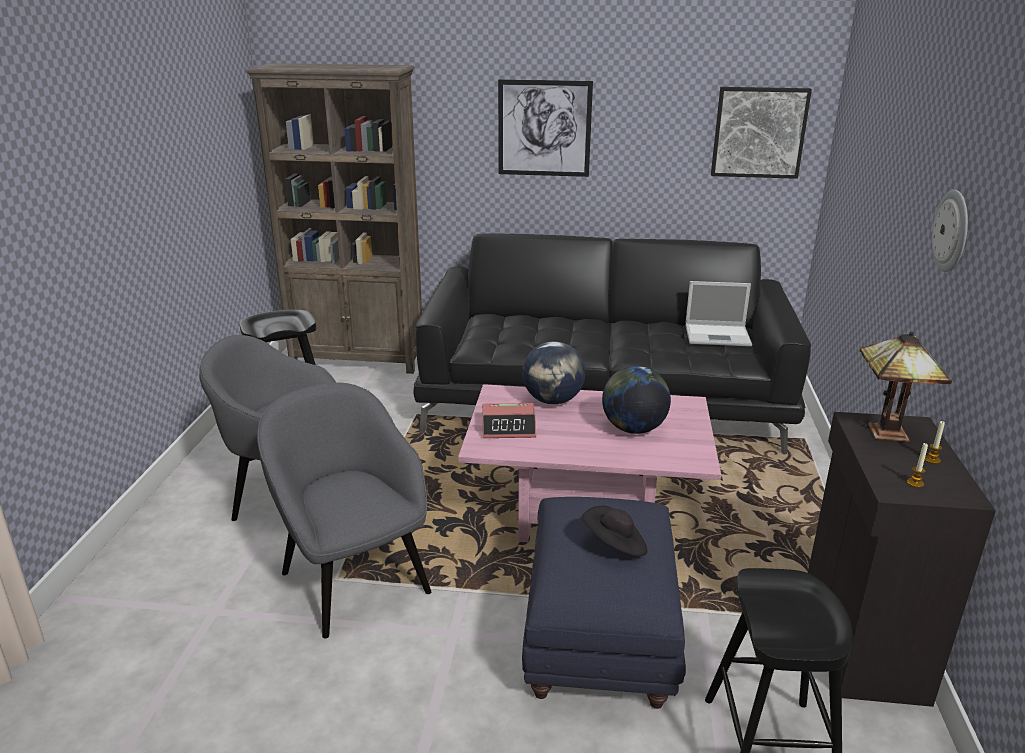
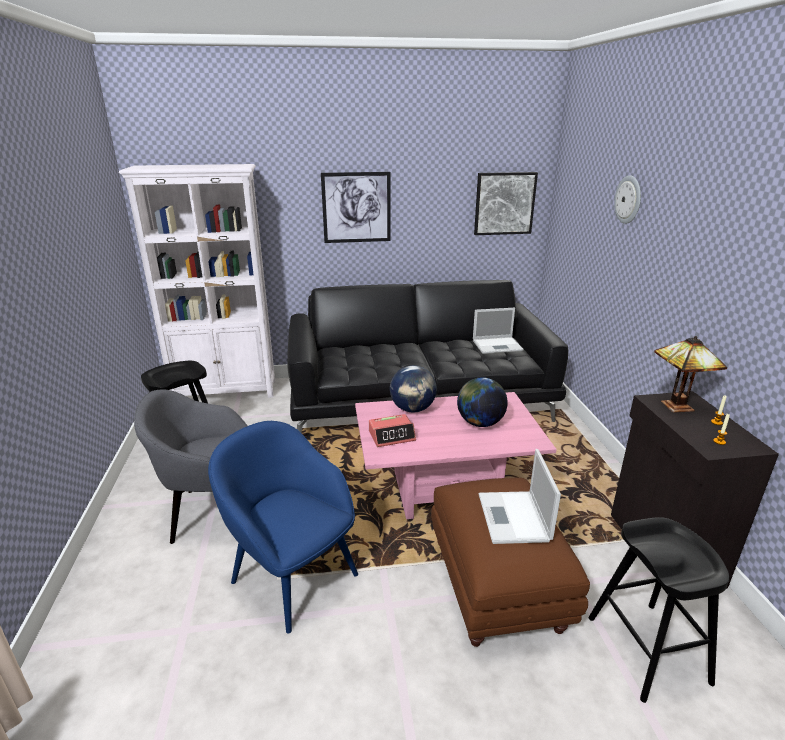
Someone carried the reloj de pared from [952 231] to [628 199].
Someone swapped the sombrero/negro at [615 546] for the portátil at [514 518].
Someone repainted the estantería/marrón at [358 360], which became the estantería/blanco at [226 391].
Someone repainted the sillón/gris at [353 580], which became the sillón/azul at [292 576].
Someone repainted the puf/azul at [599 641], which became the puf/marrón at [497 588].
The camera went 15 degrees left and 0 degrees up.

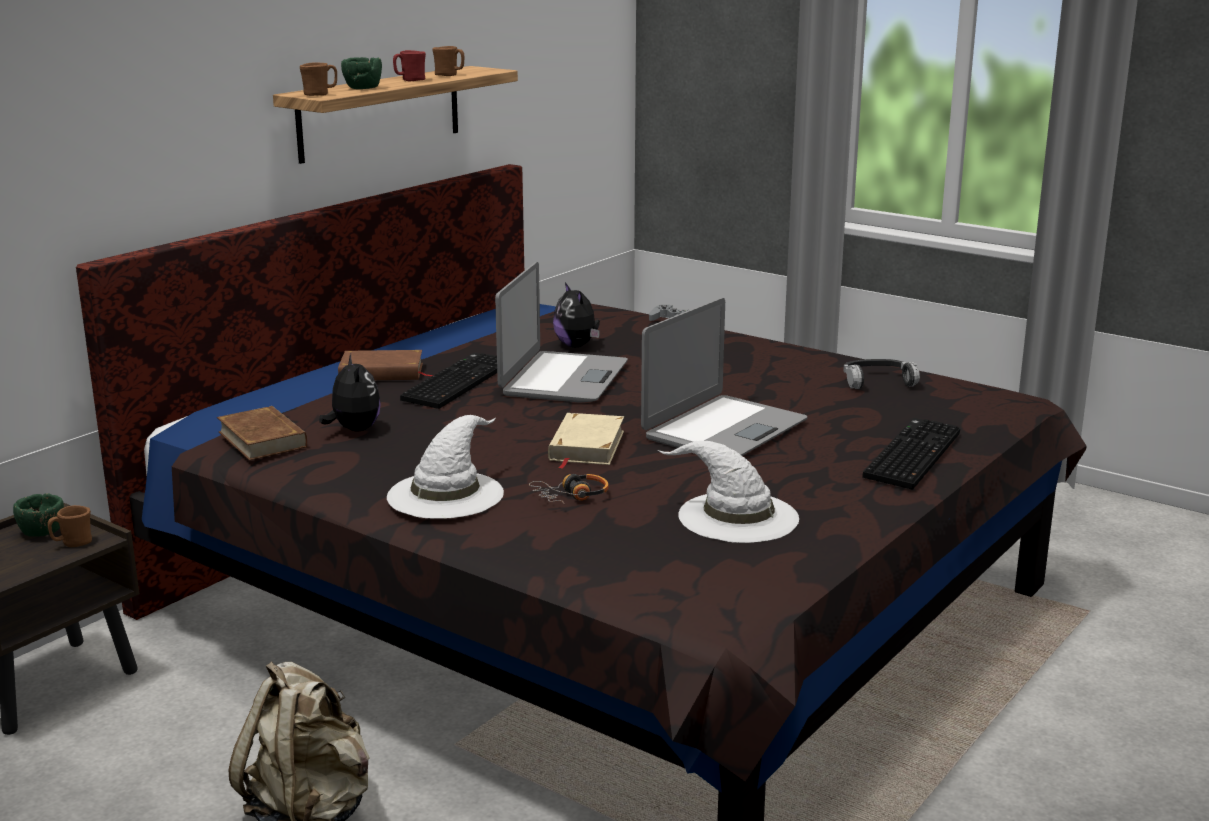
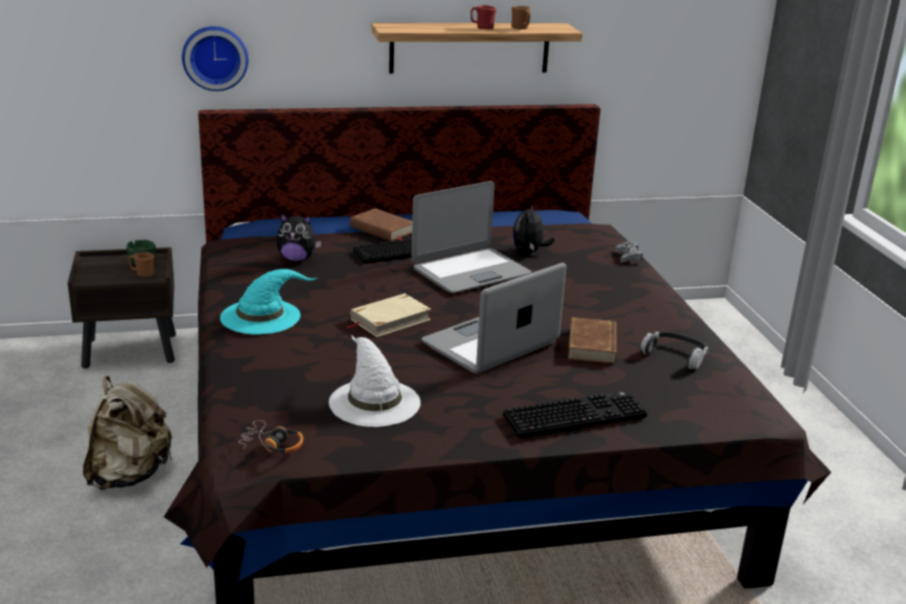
Someone took away the taza grande/marrón at [320 94].
Someone took away the cuenco/verde at [363 88].
Someone put up the reloj de pared at [215 57].
Someone carried the libro/marrón from [263 439] to [592 345].
Someone carried the auriculares from [571 497] to [272 445].
Someone repainted the sombrero/blanco at [446 493], which became the sombrero/turquesa at [261 316].
Someone rotated the peluche at [353 430] by 75 degrees clockwise.
Someone rotated the portátil at [723 430] by 150 degrees clockwise.
The camera went 40 degrees right and 5 degrees up.

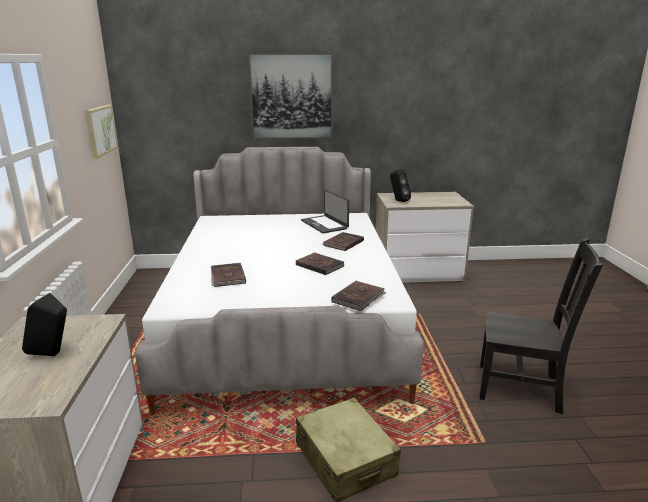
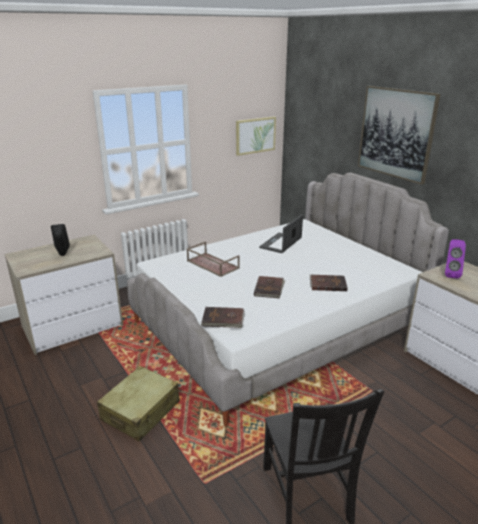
Someone carried the portátil from [325 224] to [281 243].
Someone swapped the libro/marrón at [227 277] for the bandeja/marrón at [212 264].
Someone repainted the altavoz/negro at [398 201], which became the altavoz/morado at [450 274].
The camera went 60 degrees right and 5 degrees up.

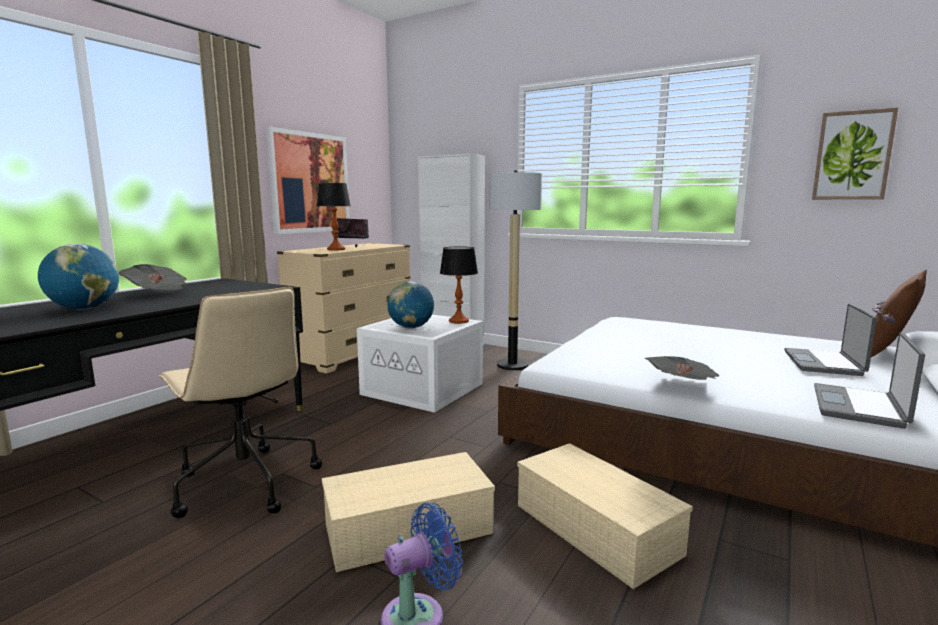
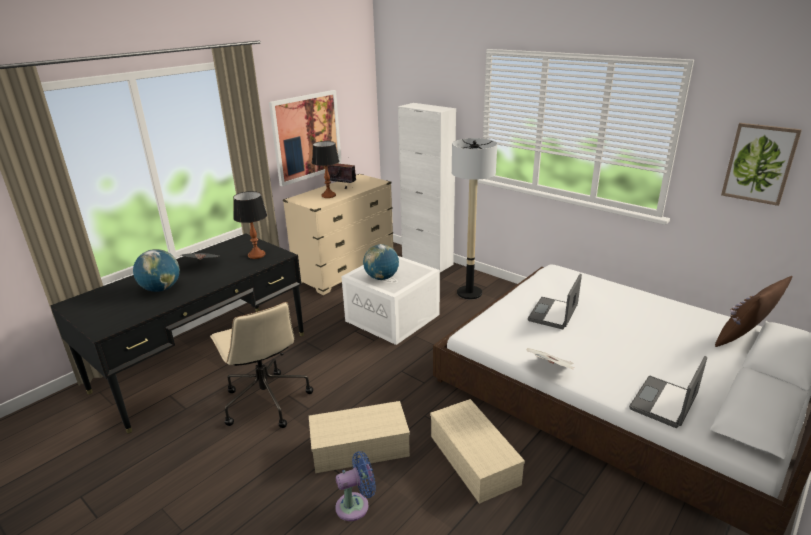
Someone carried the lámpara de mesa from [459 321] to [257 255].
Someone carried the portátil from [824 363] to [554 314].
The camera went 10 degrees right and 15 degrees up.

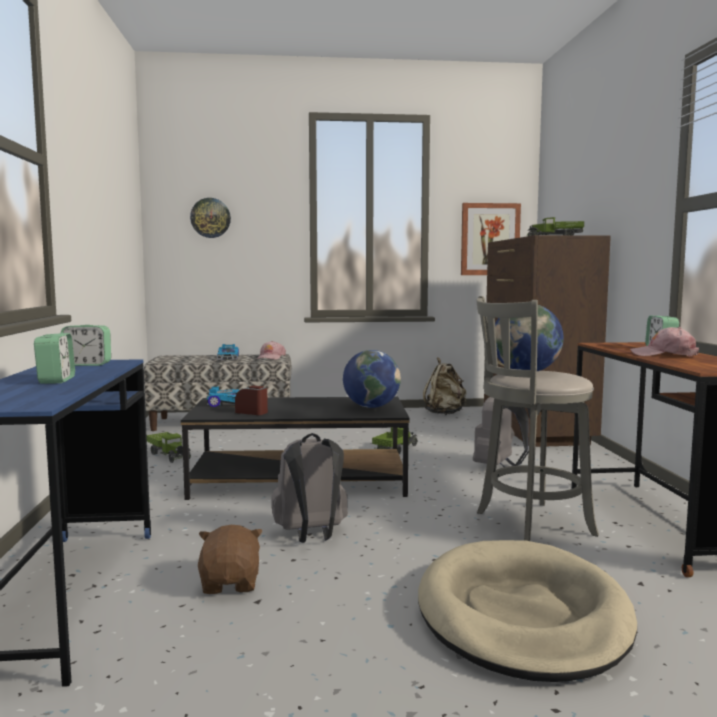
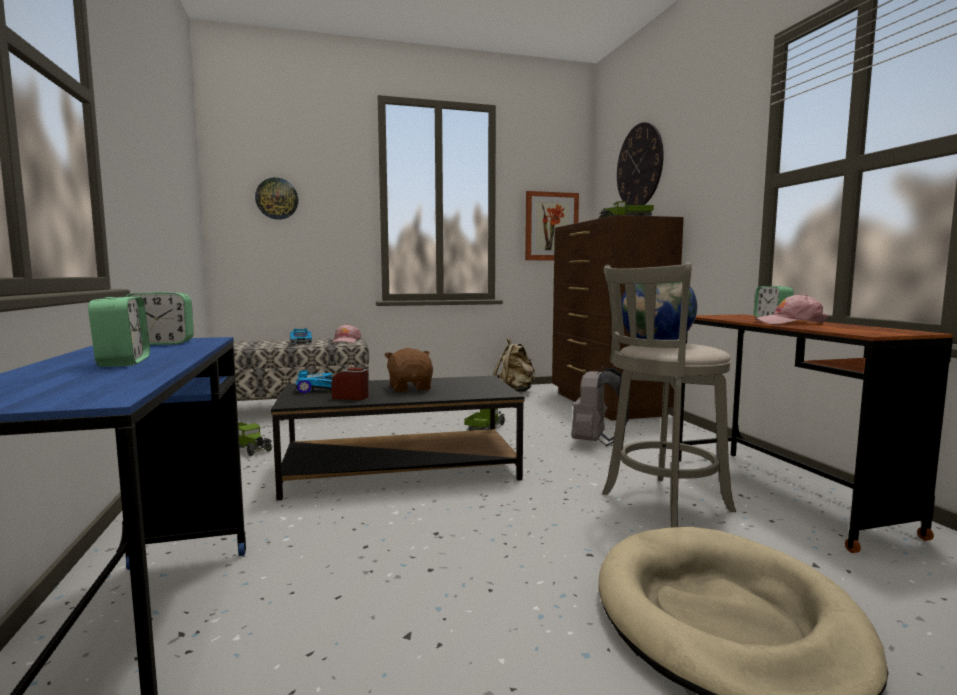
Someone took away the mochila/gris at [311 535].
Someone took away the globo terráqueo at [371 407].
Someone put up the reloj de pared at [639 166].
Someone carried the peluche/marrón from [231 583] to [410 388].
The camera went 10 degrees left and 0 degrees up.

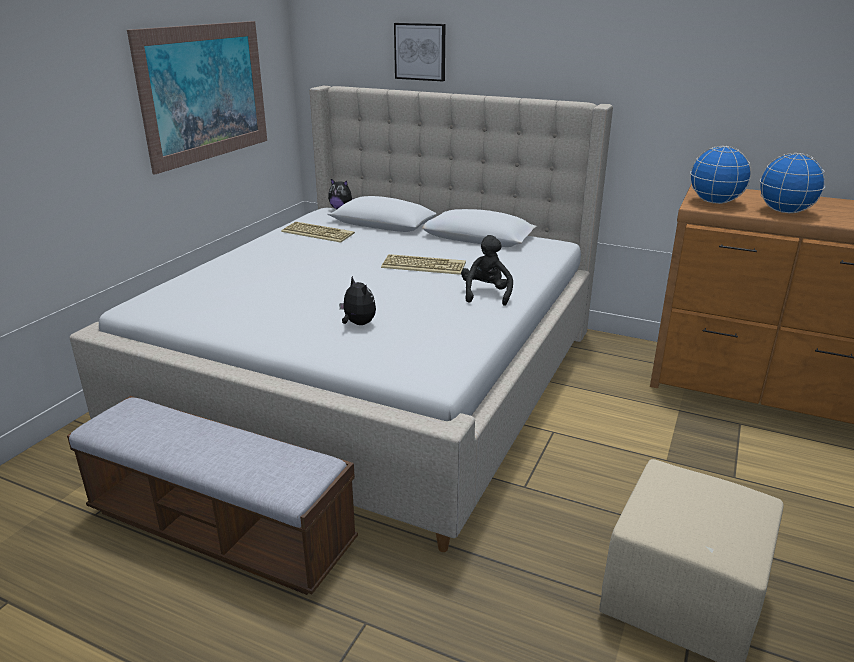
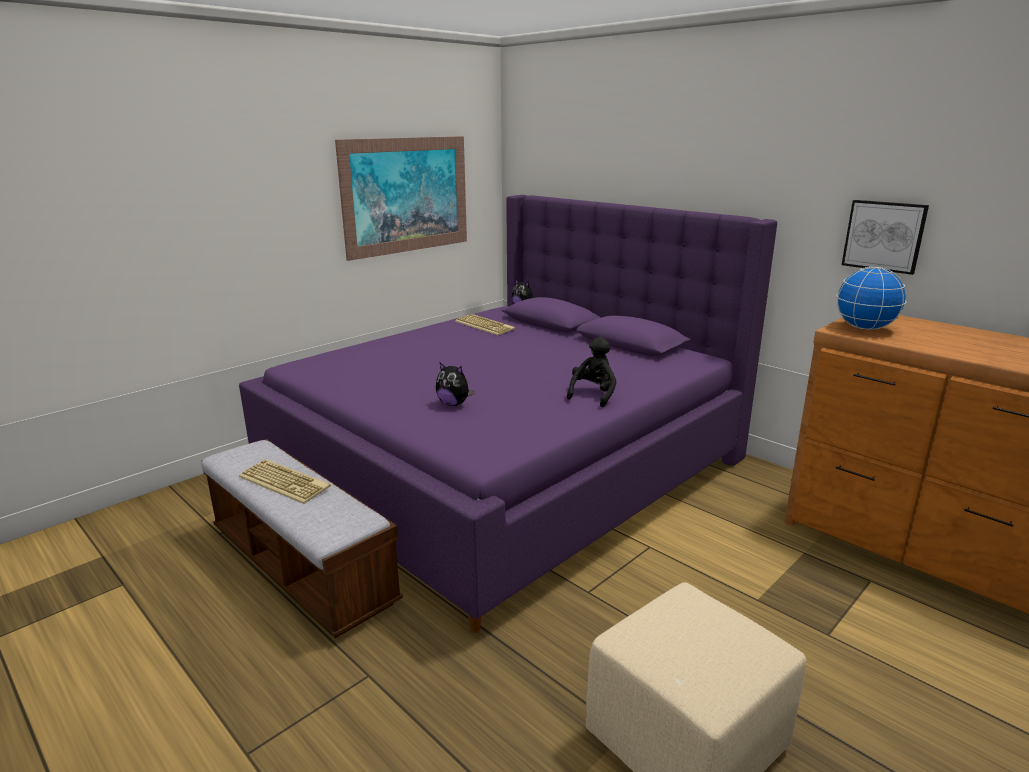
Someone took away the globo terráqueo at [785 212].
Someone carried the teclado from [424 265] to [286 482].
Someone carried the cuadro from [420 51] to [884 236].
Someone repainted the cama/beis at [377 379], which became the cama/morado at [508 467].
Someone rotated the peluche at [358 324] by 135 degrees clockwise.
The camera went 20 degrees right and 5 degrees down.

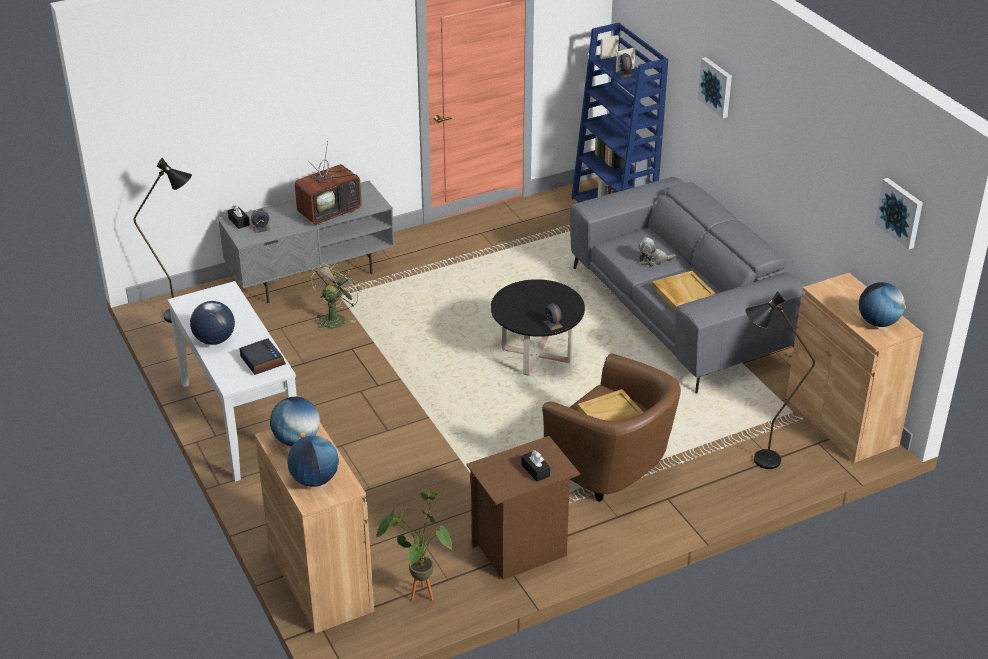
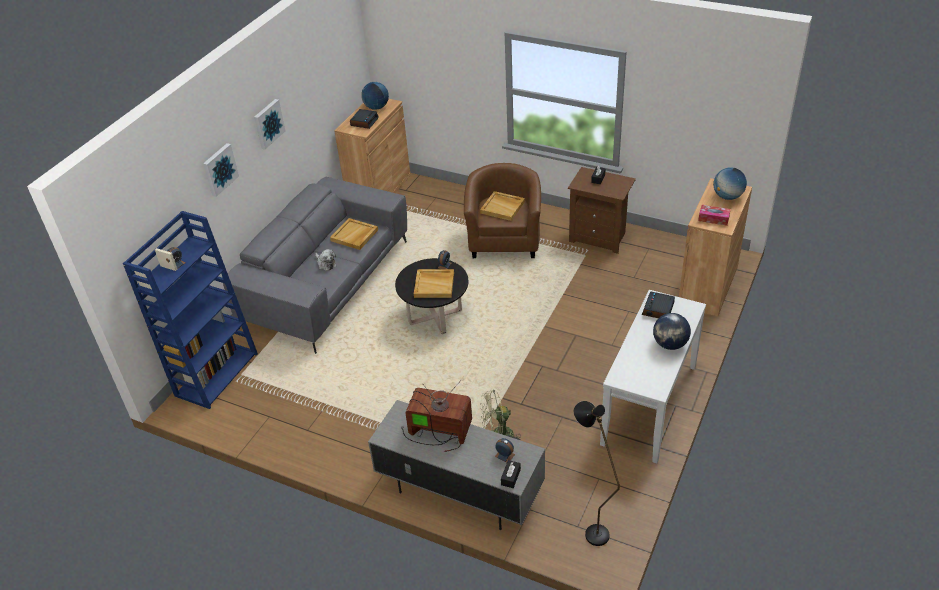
Someone took away the planta en maceta at [418 592].
Someone took away the lámpara de pie/negro at [757 461].
Someone put down the despertador at [364 121].
Someone put down the bandeja/beis at [434 285].
Someone carried the cuadro from [900 212] to [268 123].
Someone swapped the globo terráqueo at [296 440] for the caja de pañuelos at [713 219].
The camera went 125 degrees left and 5 degrees up.

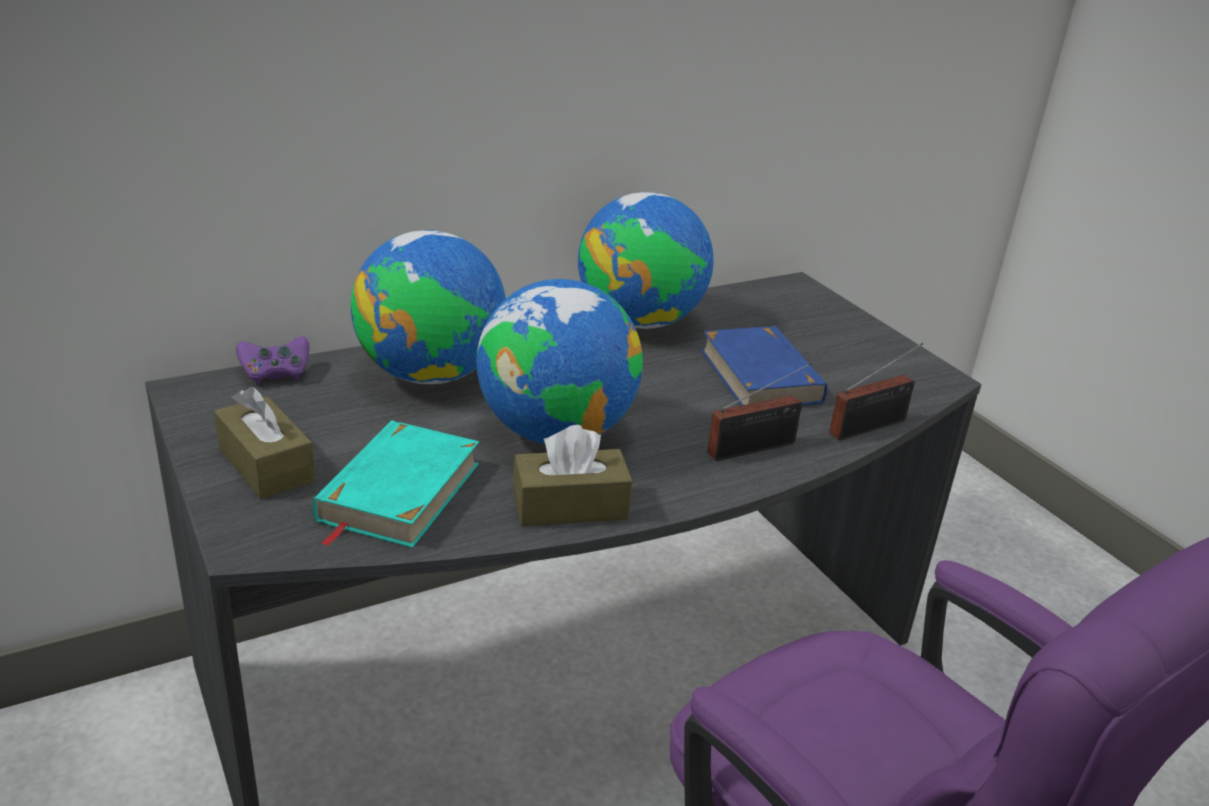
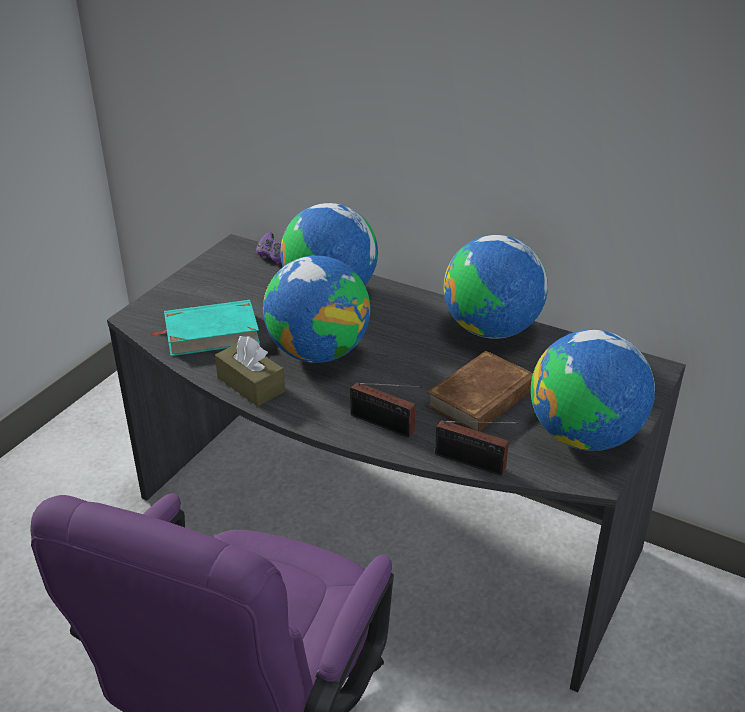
Someone took away the caja de pañuelos/marrón at [266 465].
Someone put down the globo terráqueo at [584 436].
Someone repainted the libro/azul at [760 376], which became the libro/marrón at [482 398].
The camera went 60 degrees right and 5 degrees up.

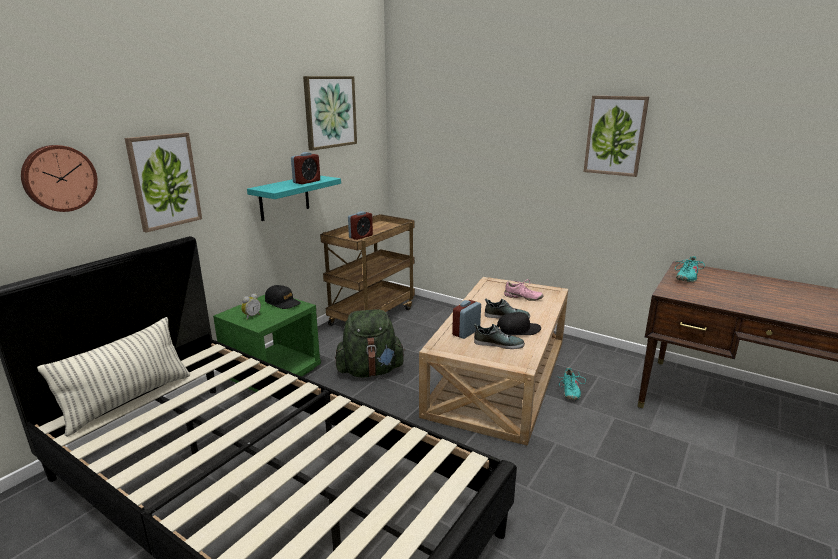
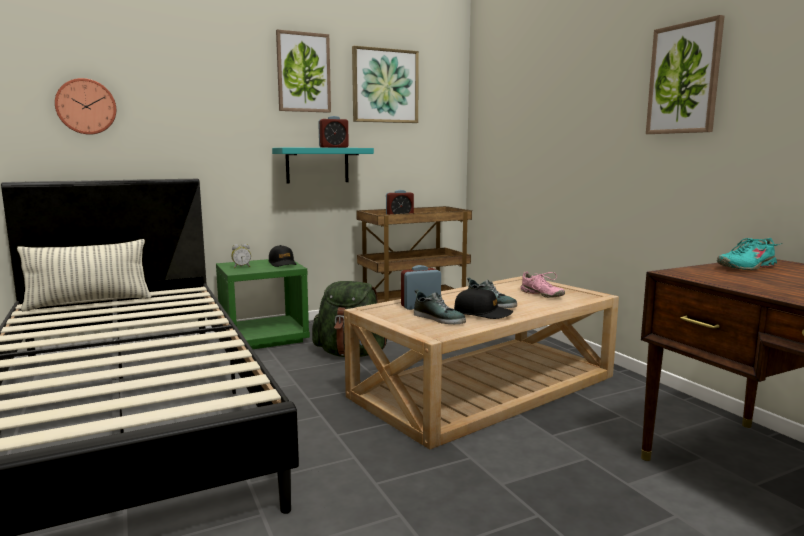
Someone took away the zapato/turquesa at [569 391].
Someone carried the cuadro from [164 181] to [303 72].
The camera went 30 degrees right and 10 degrees down.

